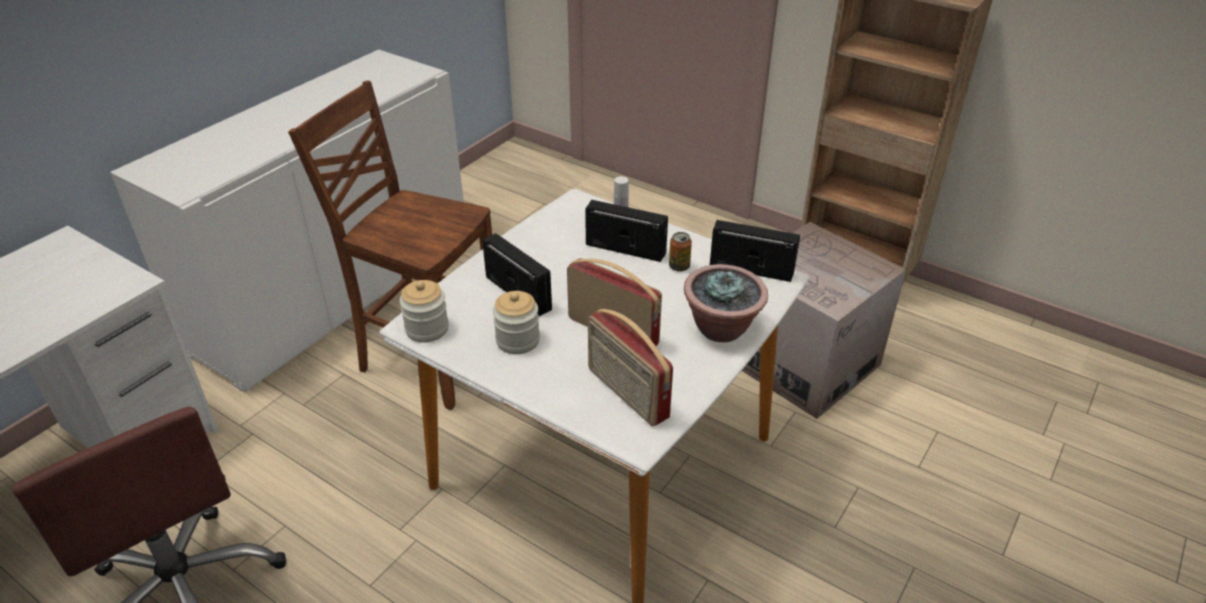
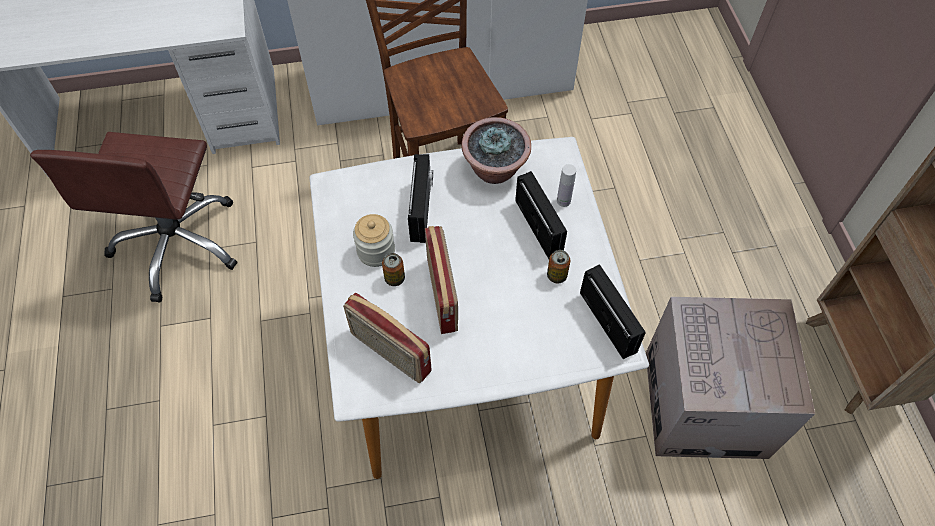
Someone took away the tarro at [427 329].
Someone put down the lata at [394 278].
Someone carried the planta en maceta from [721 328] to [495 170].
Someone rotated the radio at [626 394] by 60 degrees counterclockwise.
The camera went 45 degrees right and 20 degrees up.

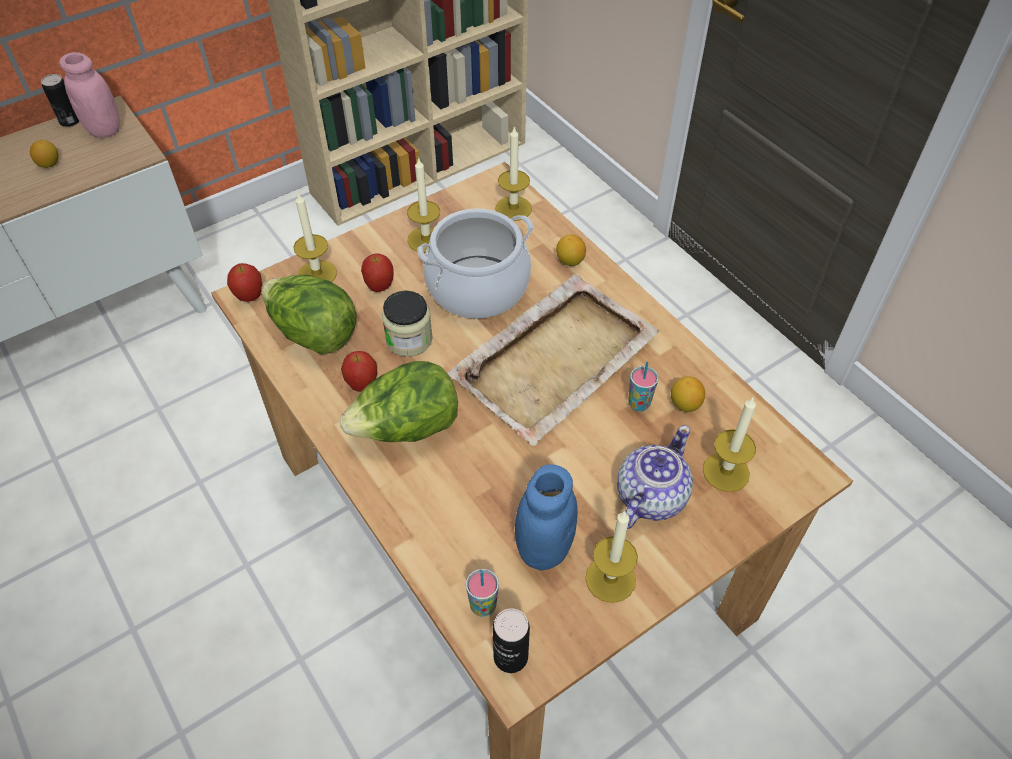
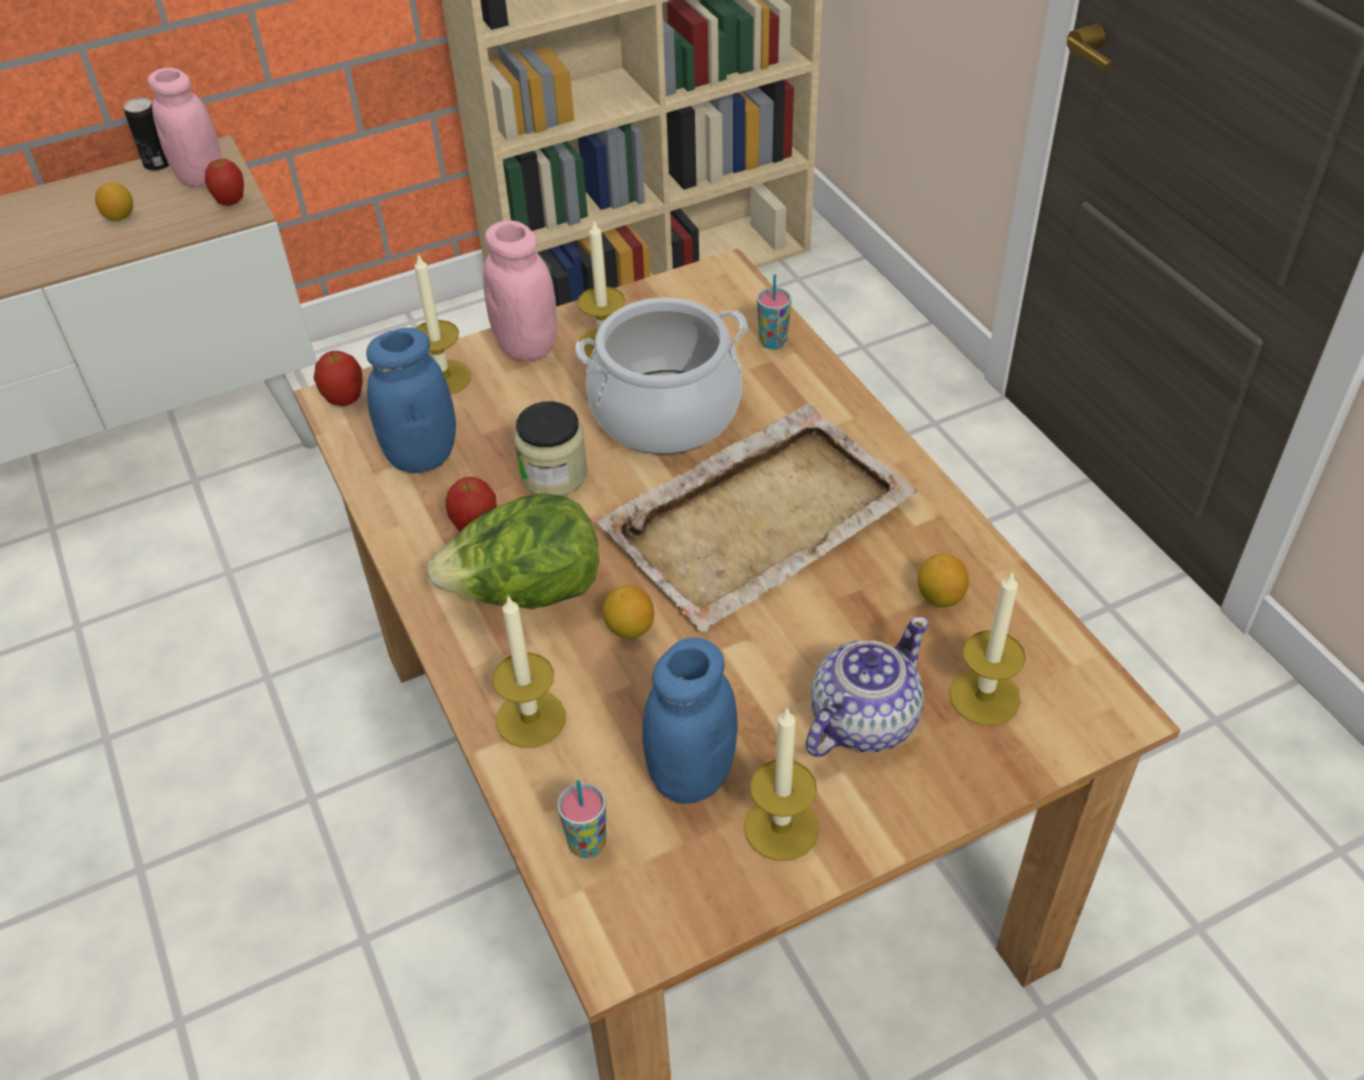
Someone took away the lata at [510 656].
Someone put down the tarro/rosa at [526 346].
Someone carried the manzana from [380 287] to [231 202].
Someone carried the vela from [513 208] to [530 718].
Someone carried the limón from [570 261] to [630 629].
Someone carried the taza from [639 404] to [773 342].
Someone swapped the lechuga at [313 334] for the tarro/azul at [422 456].
The camera went 10 degrees right and 5 degrees down.

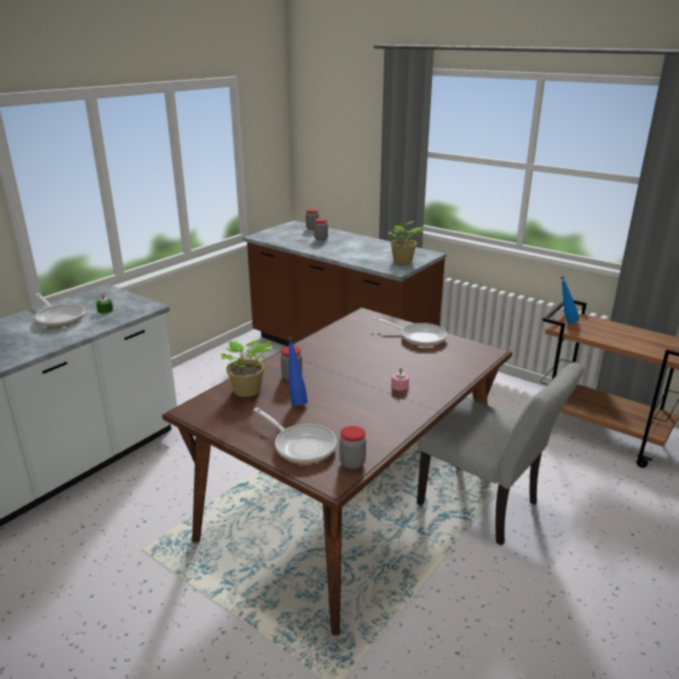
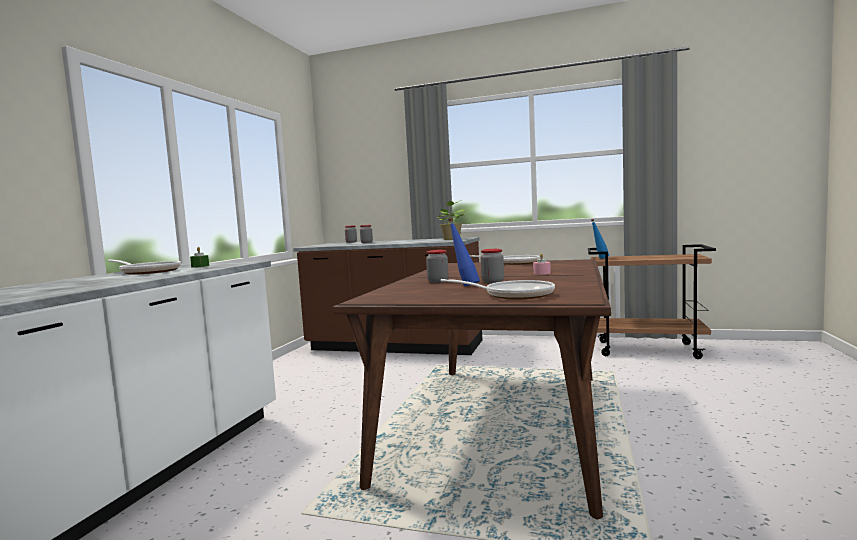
Someone took away the planta en maceta at [247 392].
Someone took away the silla/gris at [486 507].
Someone carried the tarro from [352 463] to [492 282].
The camera went 20 degrees left and 20 degrees down.

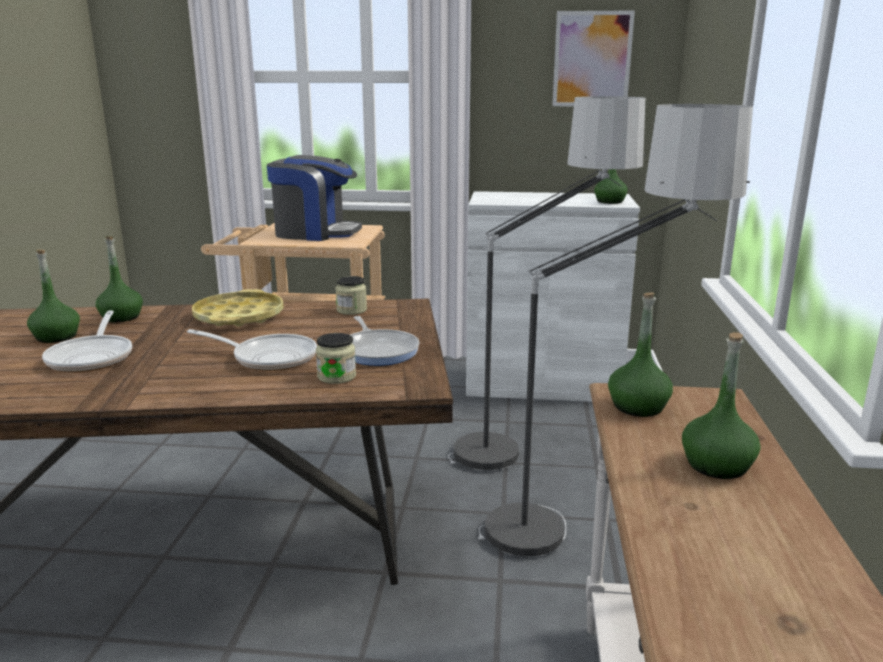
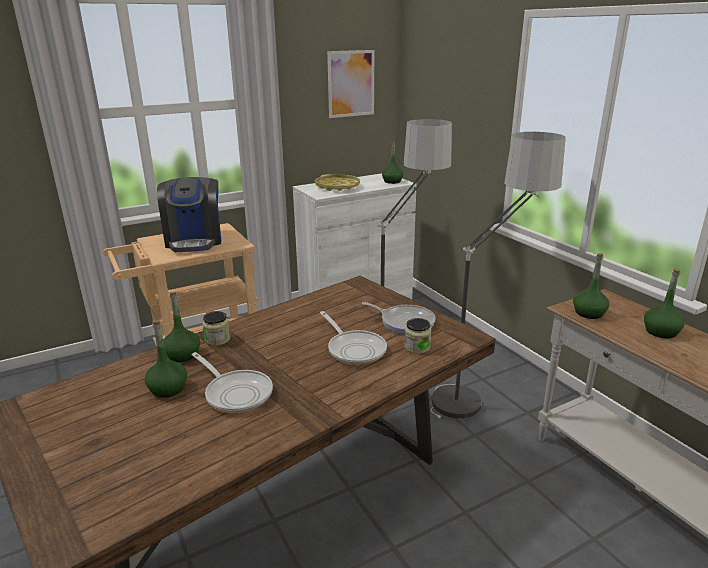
Someone carried the bandeja/amarillo from [239 317] to [337 186].
Someone carried the tarro from [351 310] to [217 339].
Someone rotated the sartén at [269 358] by 75 degrees clockwise.
Someone rotated the cafetera at [315 233] by 105 degrees clockwise.
The camera went 35 degrees left and 5 degrees up.

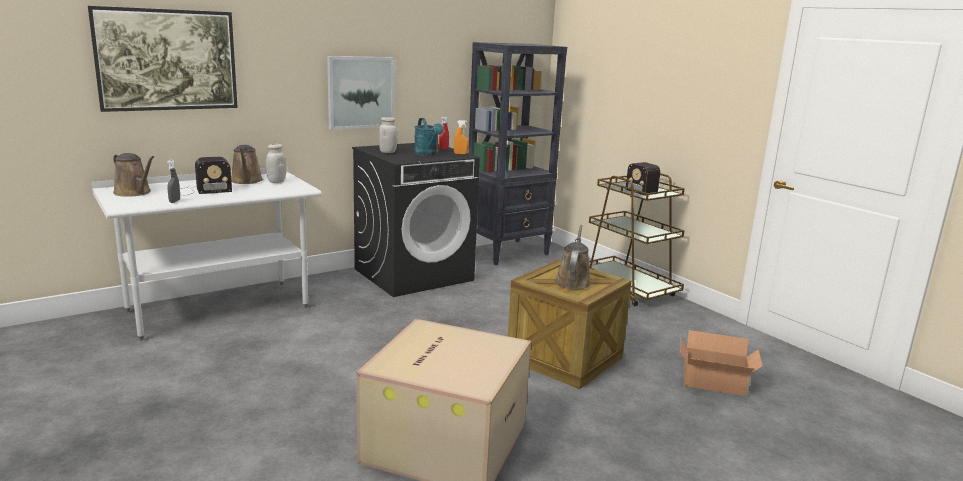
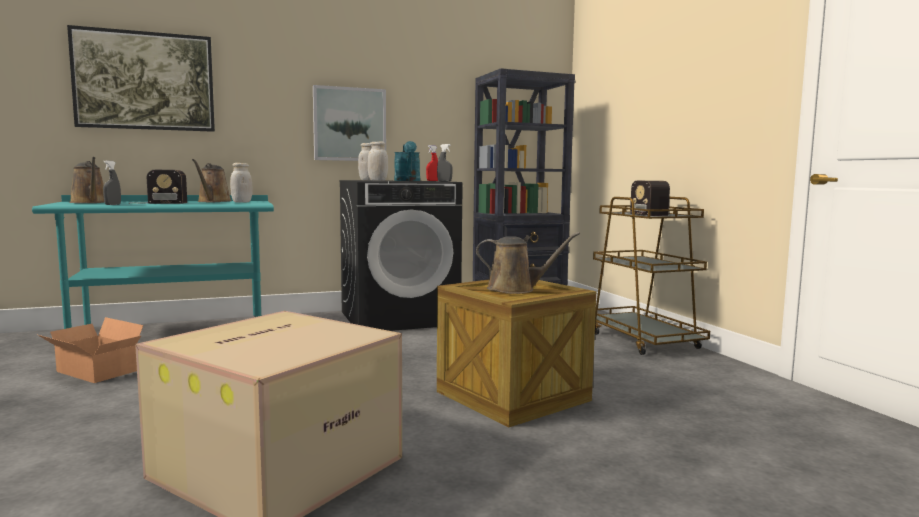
Someone put down the tarro/blanco at [377 180].
Someone carried the caja de cartón from [715 383] to [95 372].
Someone repainted the escritorio/blanco at [218 309], which became the escritorio/turquesa at [172 333].
Someone repainted the pulverizador/naranja at [460 154], which became the pulverizador/gris at [444 181].
Someone rotated the regadera/marrón at [573 281] by 75 degrees clockwise.
The camera went 15 degrees right and 10 degrees down.

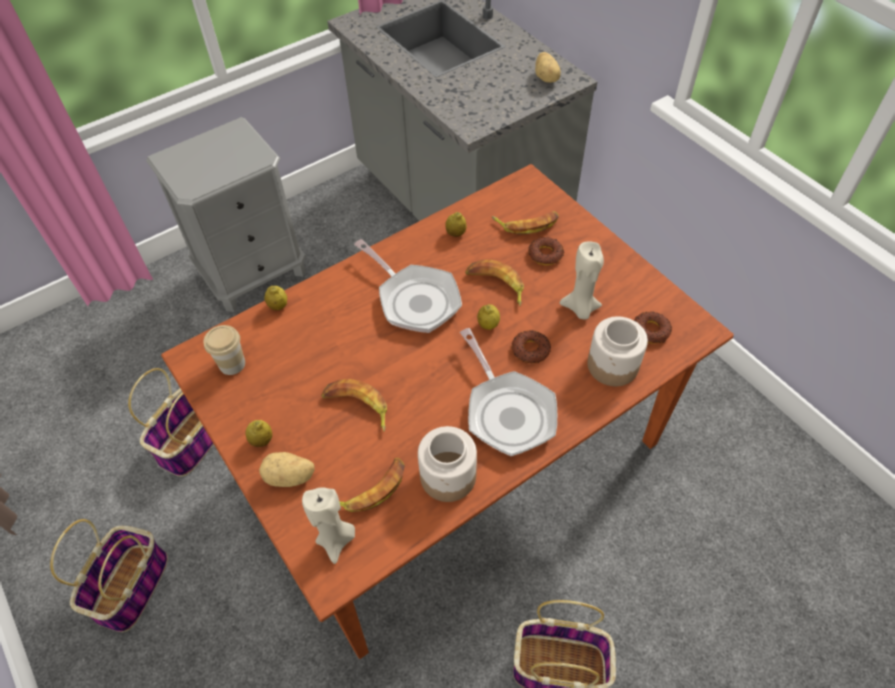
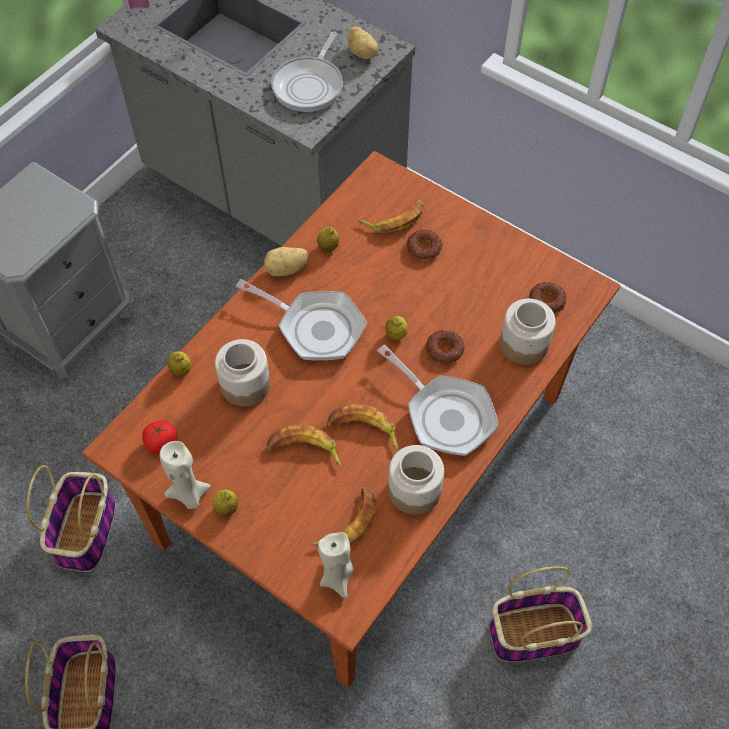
Someone put down the tarro at [245 384].
Someone put down the sartén at [310 85].
Someone carried the patata from [290 478] to [286 269].
Someone carried the plátano from [496 285] to [363 430].
Someone carried the vela/beis from [580 308] to [189 495].
Someone swapped the taza at [232 364] for the tomate at [162 442].
The camera went 20 degrees left and 5 degrees up.

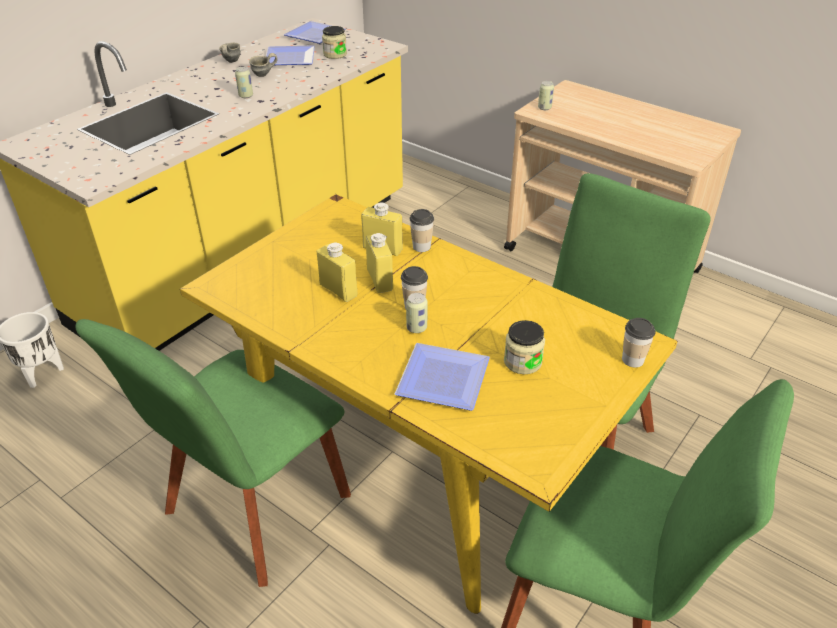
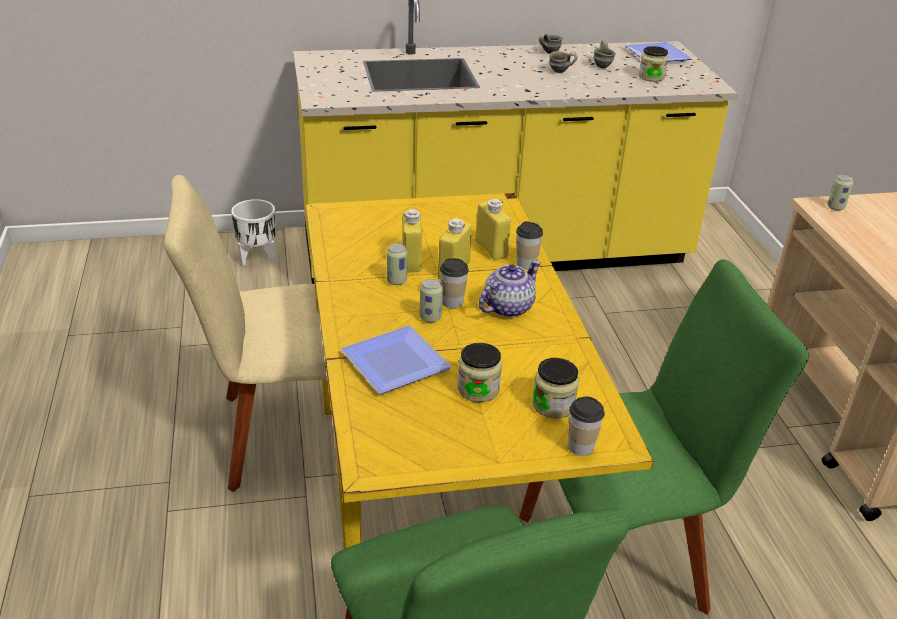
Someone put down the tetera at [507 307].
Someone put down the tarro at [553 405].
Someone carried the lata from [246 96] to [396 281].
Someone swapped the plato at [288 58] for the taza grande/gris at [603 66].
Someone repainted the silla/verde at [252 510], which became the silla/beis at [282 435].
The camera went 40 degrees right and 5 degrees down.

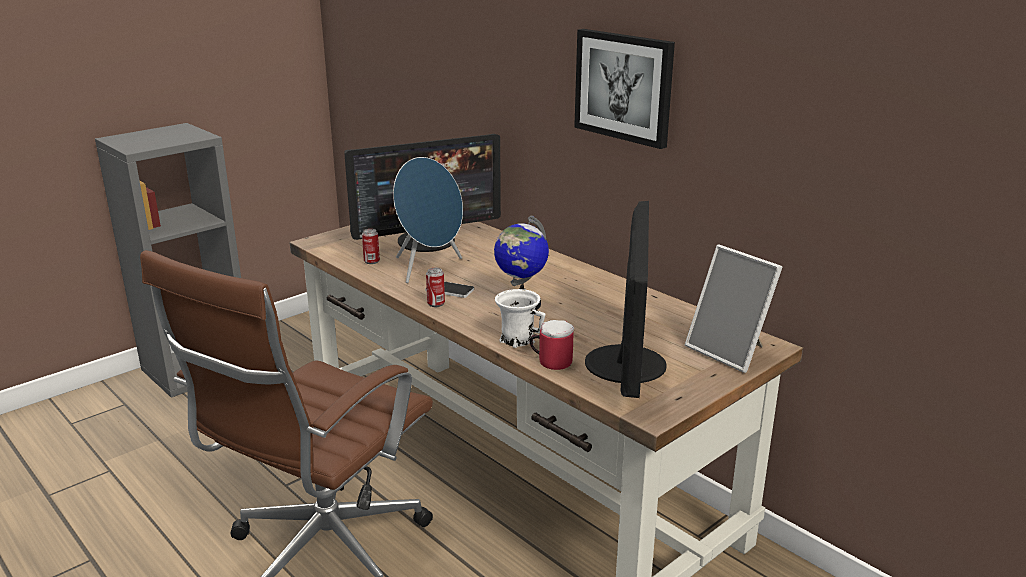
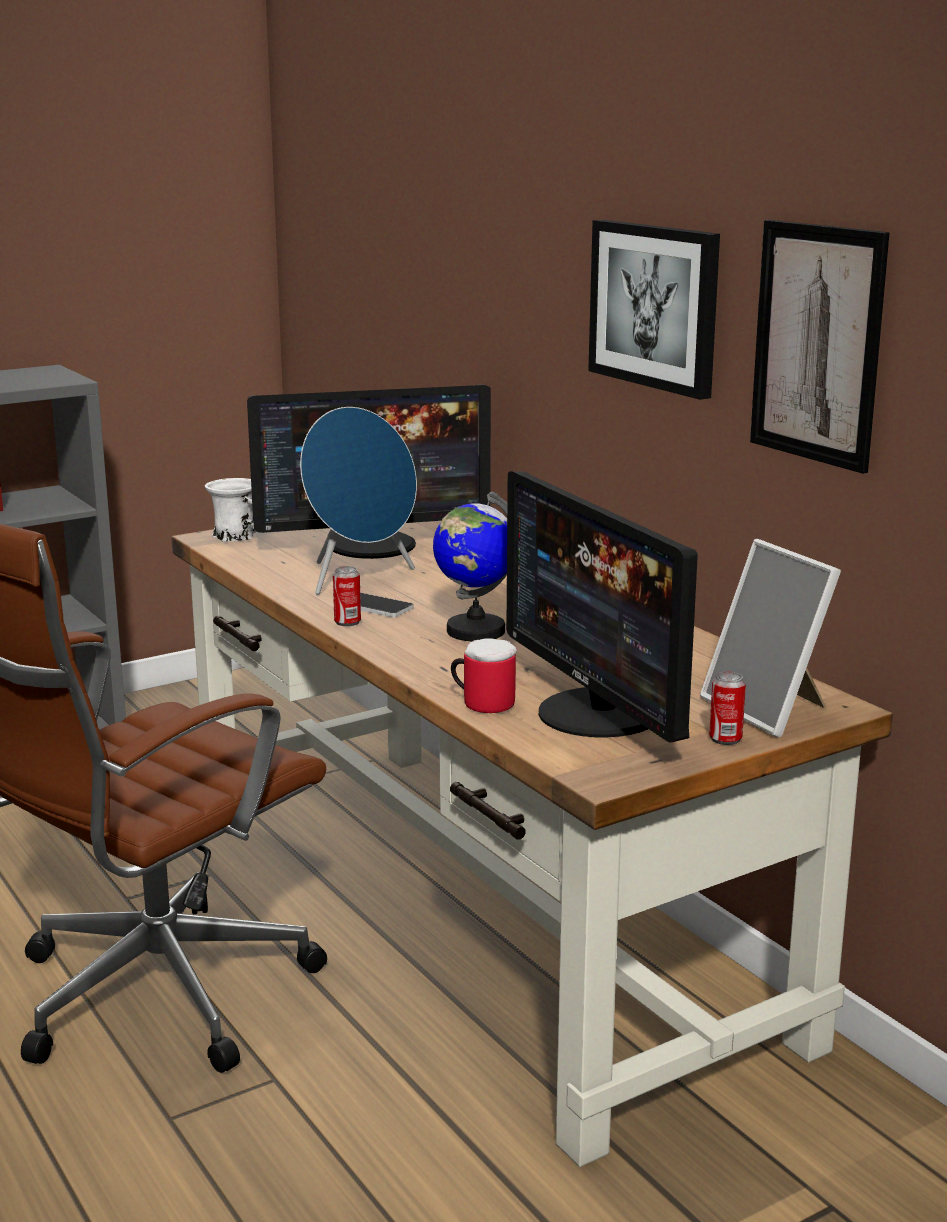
Someone put up the cuadro at [817 344].
Someone carried the lata from [371 261] to [725 739].
Someone carried the taza grande/blanco from [518 339] to [235 536].
Someone rotated the monitor at [627 363] by 135 degrees clockwise.
The camera went 10 degrees right and 5 degrees down.

